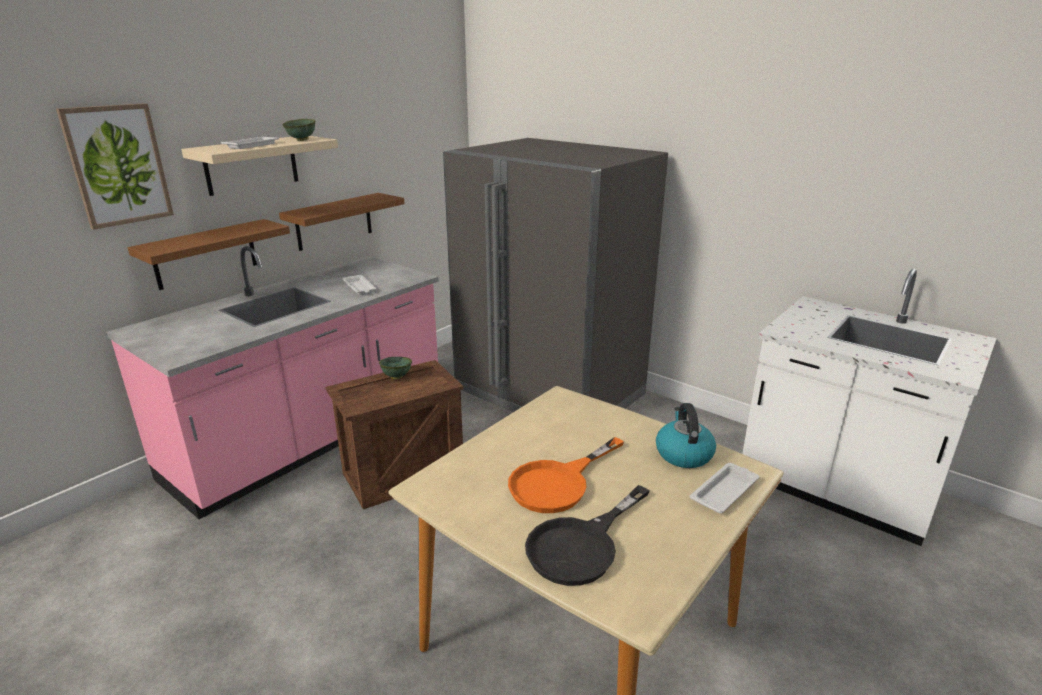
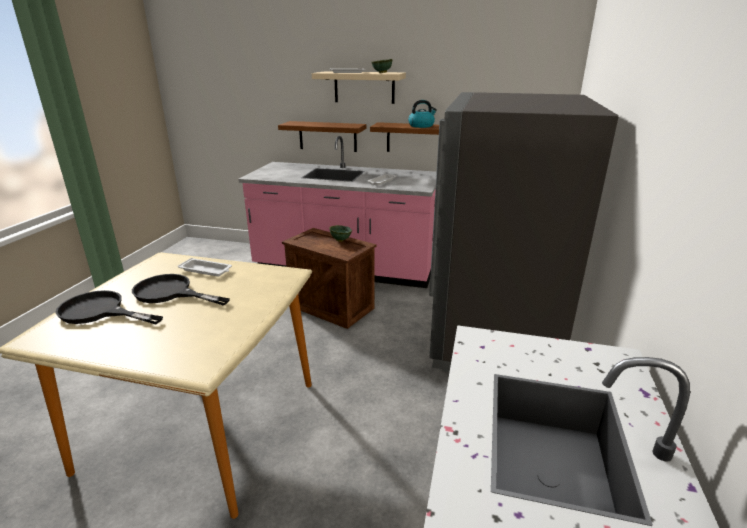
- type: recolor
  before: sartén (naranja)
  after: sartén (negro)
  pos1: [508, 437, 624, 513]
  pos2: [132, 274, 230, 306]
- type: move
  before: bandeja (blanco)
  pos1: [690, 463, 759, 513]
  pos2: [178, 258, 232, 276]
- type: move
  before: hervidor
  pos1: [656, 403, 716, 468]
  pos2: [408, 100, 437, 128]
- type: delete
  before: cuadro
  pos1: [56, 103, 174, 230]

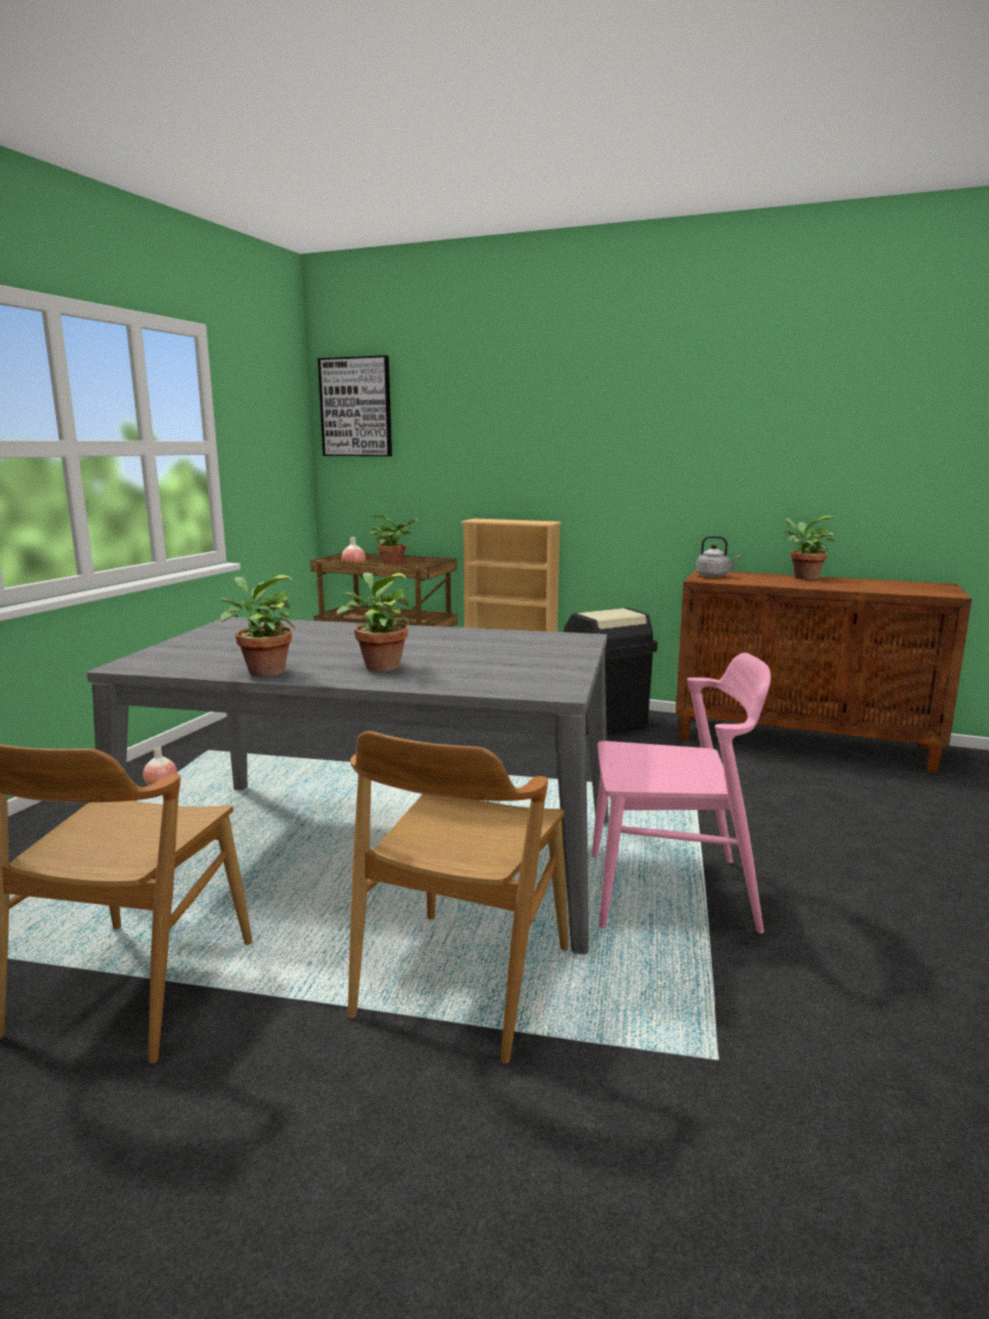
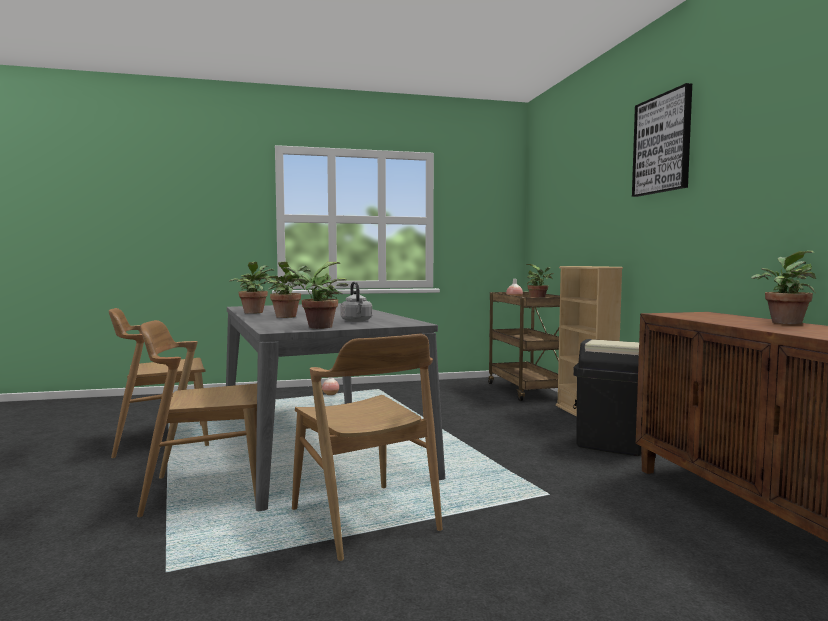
- type: insert
  after: planta en maceta
  pos2: [282, 262, 348, 329]
- type: recolor
  before: silla (rosa)
  after: silla (marrón)
  pos1: [592, 653, 771, 934]
  pos2: [292, 334, 443, 561]
- type: move
  before: hervidor (gris)
  pos1: [696, 536, 741, 578]
  pos2: [340, 282, 372, 322]
- type: move
  before: cuadro
  pos1: [318, 355, 392, 456]
  pos2: [632, 83, 692, 197]

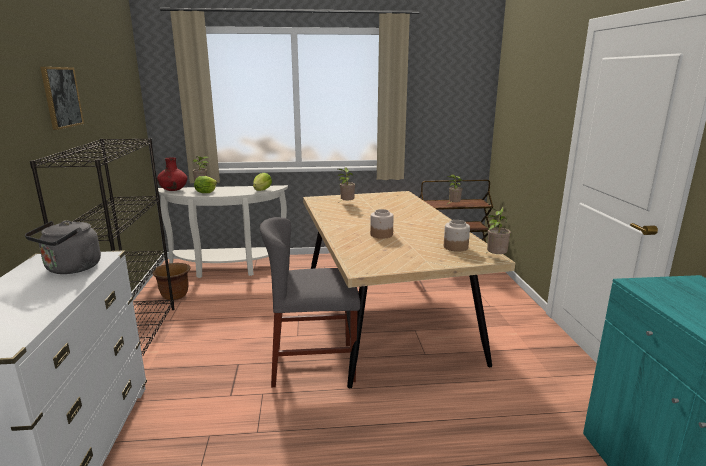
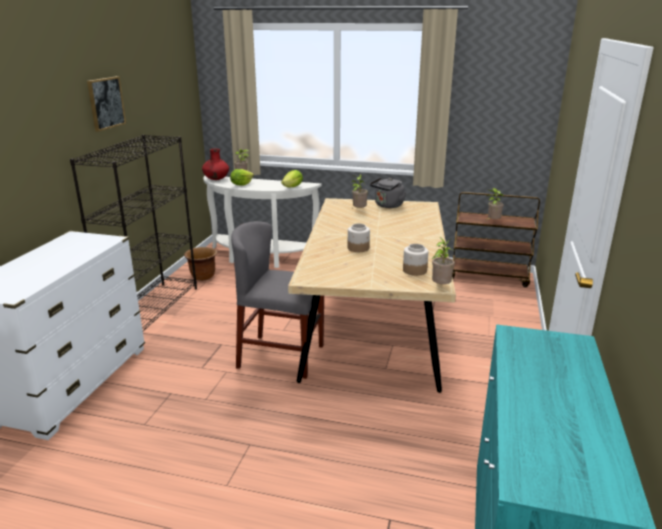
- type: move
  before: hervidor (gris)
  pos1: [25, 220, 101, 274]
  pos2: [370, 177, 406, 208]

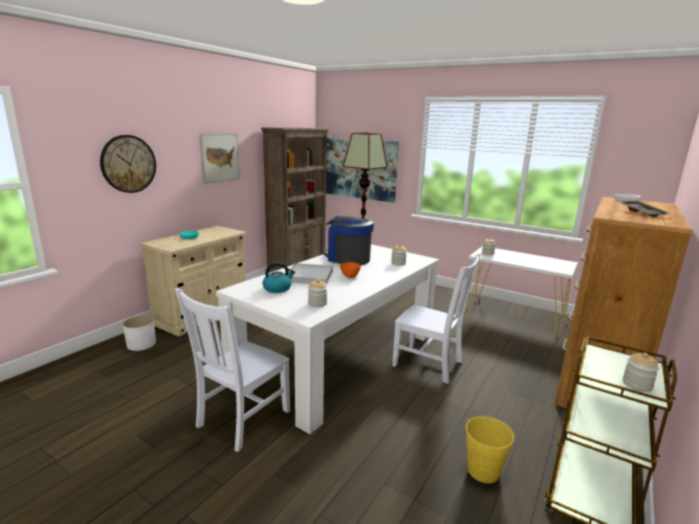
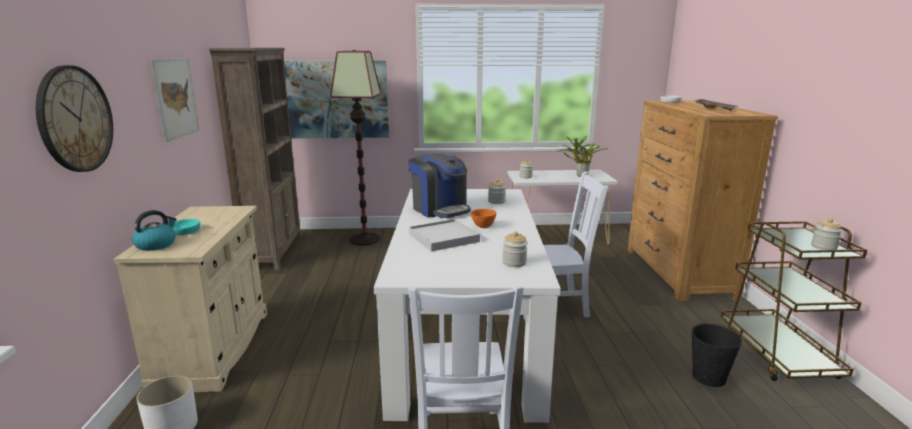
- type: move
  before: hervidor
  pos1: [262, 263, 295, 293]
  pos2: [132, 210, 177, 251]
- type: rotate
  before: cafetera
  pos1: [323, 216, 374, 265]
  pos2: [408, 153, 471, 218]
  turn: -135
- type: insert
  after: planta en maceta
  pos2: [557, 135, 608, 177]
- type: recolor
  before: cubo (amarillo)
  after: cubo (negro)
  pos1: [466, 416, 514, 483]
  pos2: [692, 323, 742, 387]

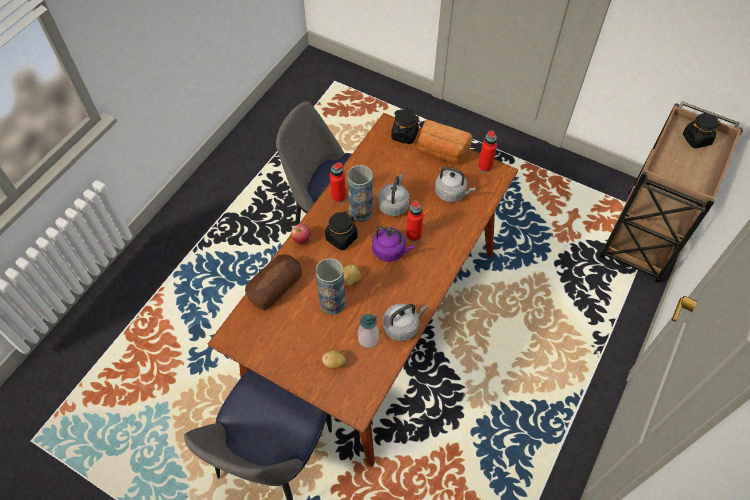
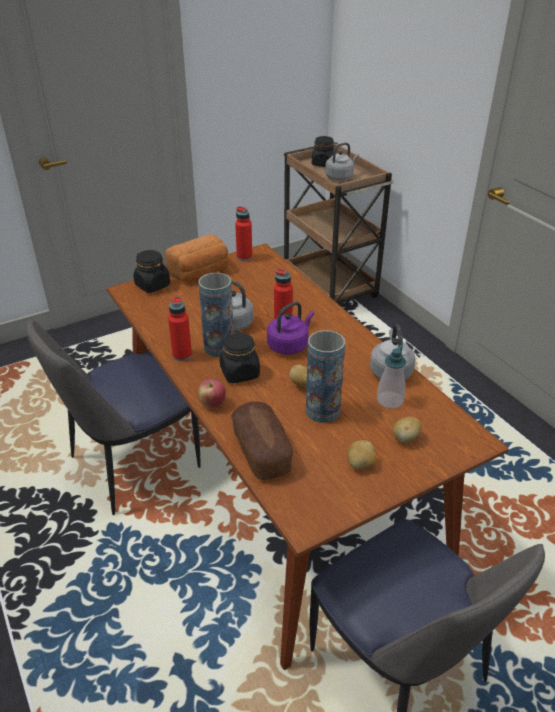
- type: move
  before: hervidor (gris)
  pos1: [435, 167, 476, 202]
  pos2: [325, 142, 359, 180]
- type: insert
  after: patata
  pos2: [347, 441, 377, 469]

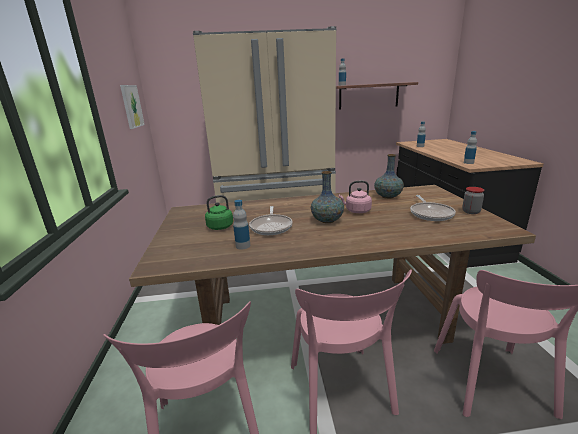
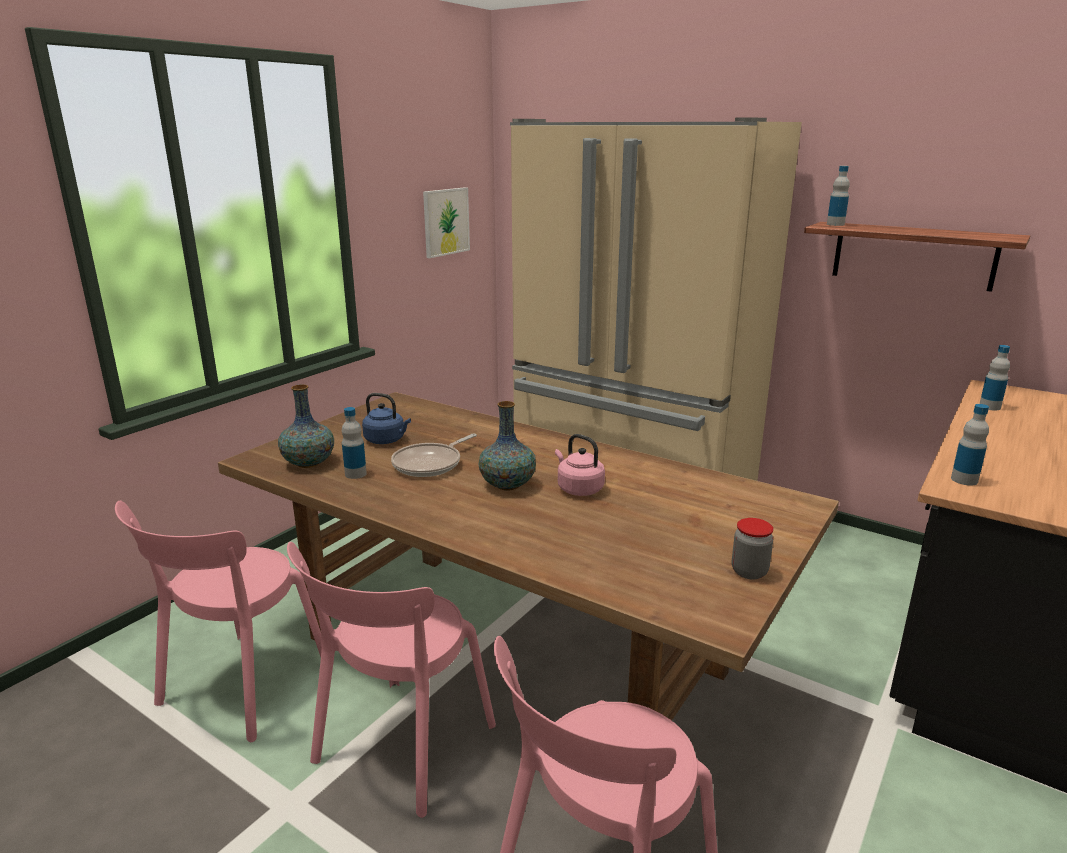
- type: move
  before: florero
  pos1: [374, 154, 404, 199]
  pos2: [278, 384, 334, 468]
- type: recolor
  before: hervidor (verde)
  after: hervidor (azul)
  pos1: [205, 195, 236, 230]
  pos2: [362, 393, 411, 444]
- type: delete
  before: sartén
  pos1: [410, 195, 456, 221]

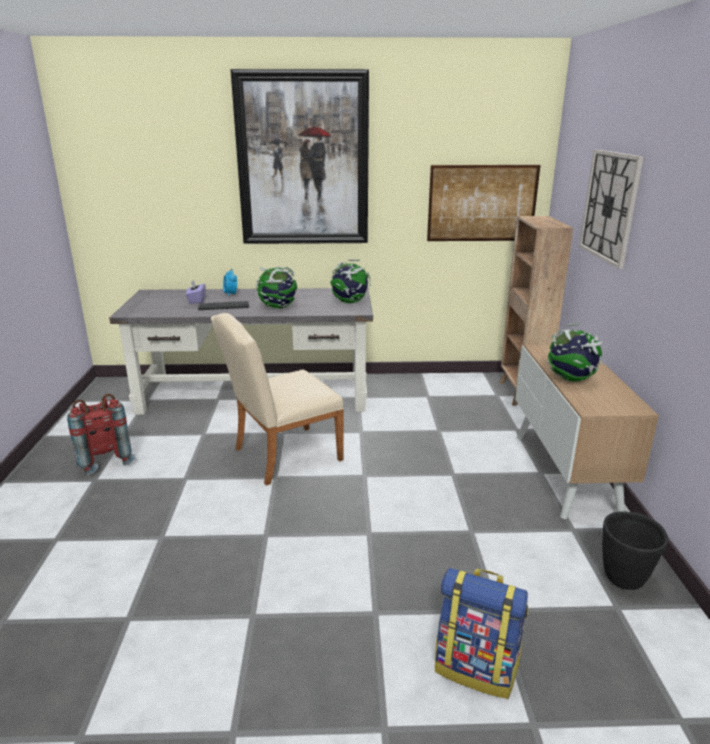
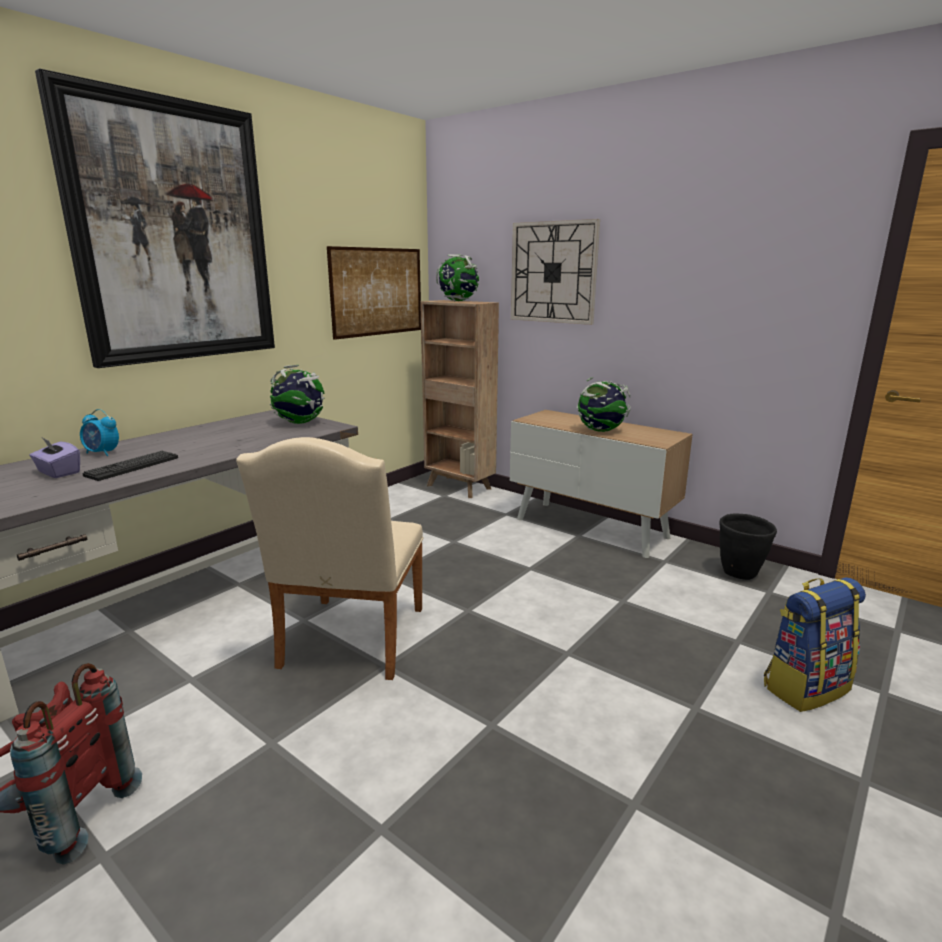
- type: move
  before: globo terráqueo
  pos1: [256, 267, 297, 309]
  pos2: [436, 255, 480, 301]

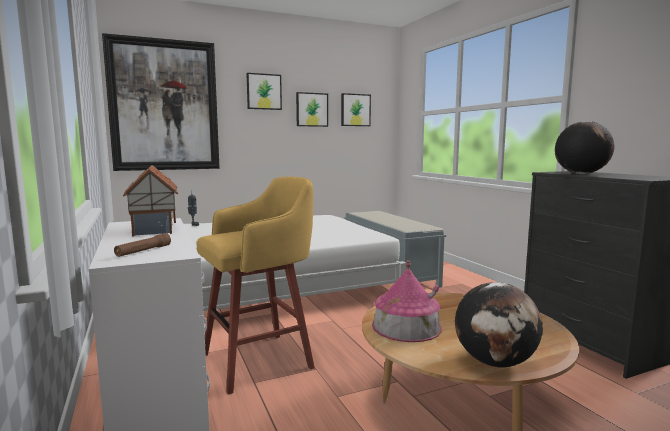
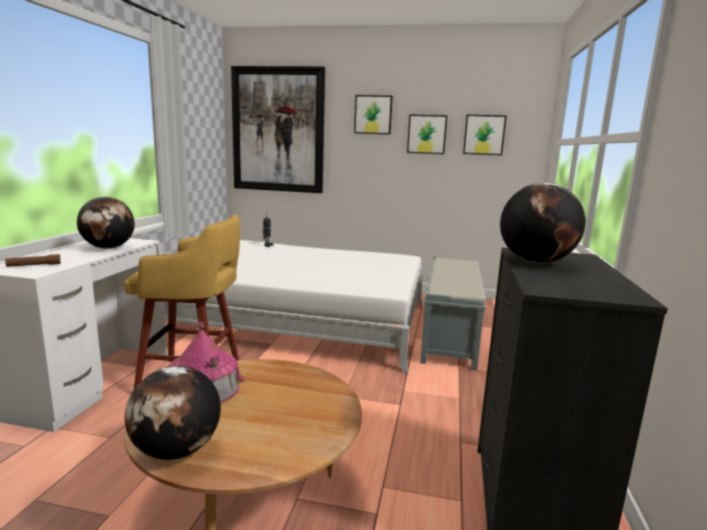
- type: replace
  before: casita
  after: globo terráqueo
  pos1: [123, 165, 178, 236]
  pos2: [77, 197, 135, 249]

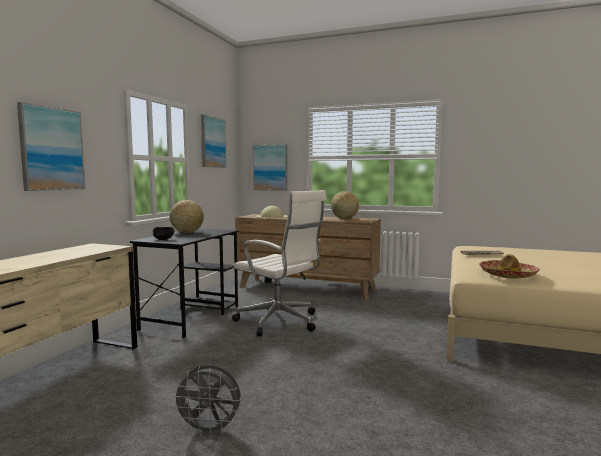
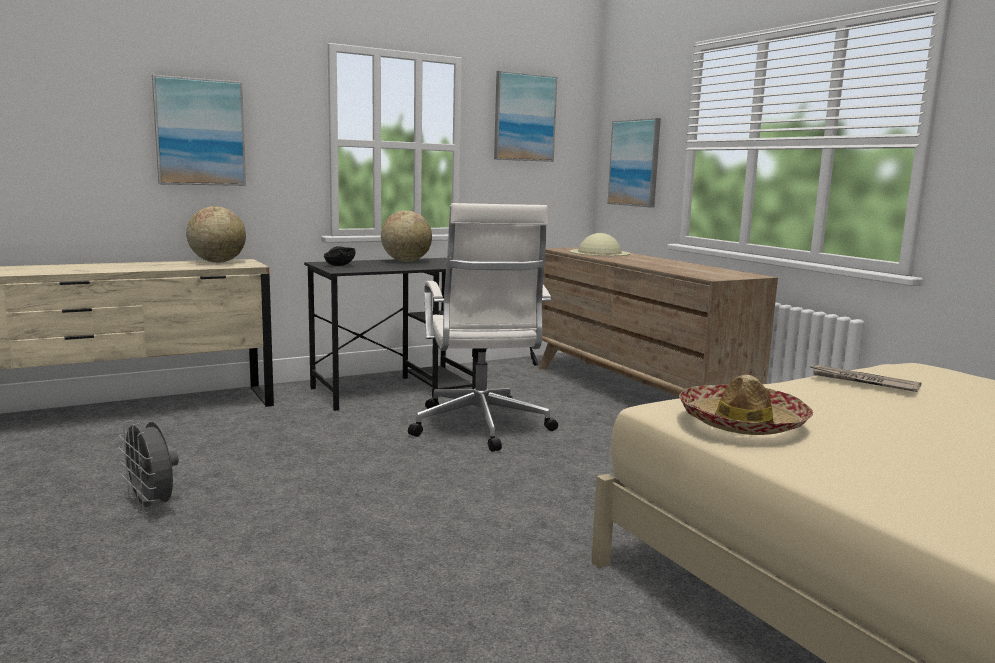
- type: move
  before: globo terráqueo
  pos1: [331, 191, 359, 219]
  pos2: [186, 206, 246, 263]

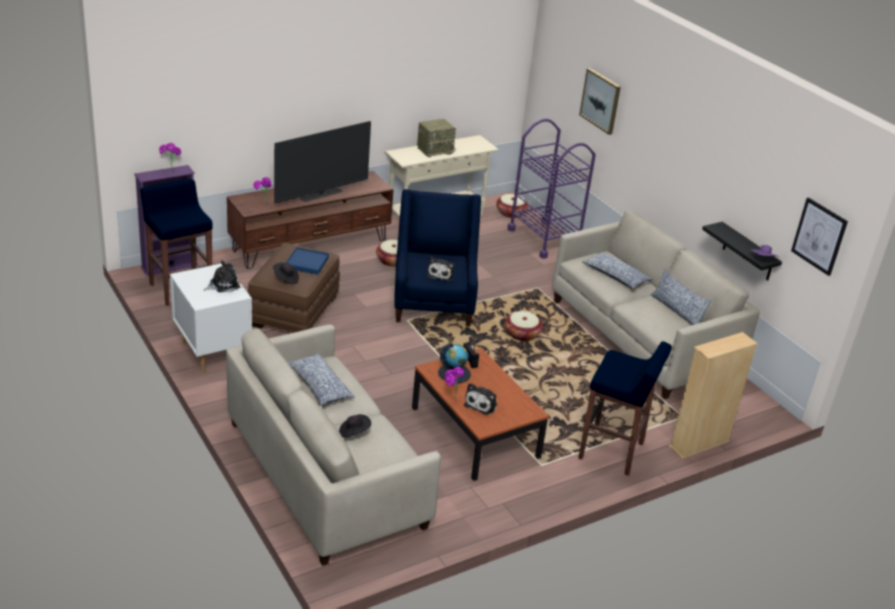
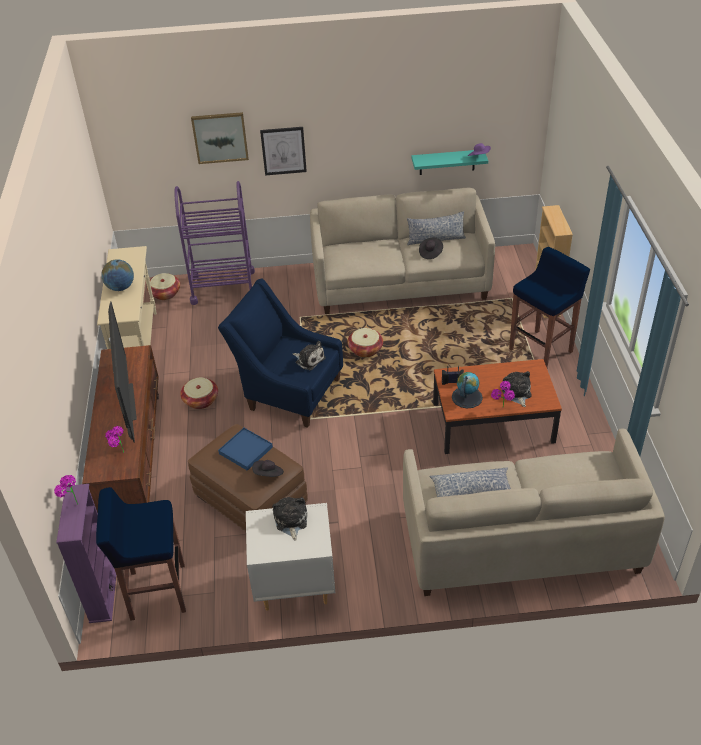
- type: replace
  before: radio
  after: globo terráqueo
  pos1: [417, 118, 456, 157]
  pos2: [101, 259, 134, 291]
- type: move
  before: cuadro
  pos1: [791, 197, 848, 276]
  pos2: [260, 127, 307, 176]
- type: recolor
  before: estante (negro)
  after: estante (turquesa)
  pos1: [702, 222, 782, 281]
  pos2: [411, 150, 488, 175]
- type: move
  before: sombrero (negro)
  pos1: [339, 414, 371, 437]
  pos2: [419, 237, 443, 259]
- type: rotate
  before: peluche
  pos1: [464, 383, 497, 415]
  pos2: [502, 371, 532, 407]
  turn: -150
- type: delete
  before: cojín
  pos1: [582, 252, 653, 289]

